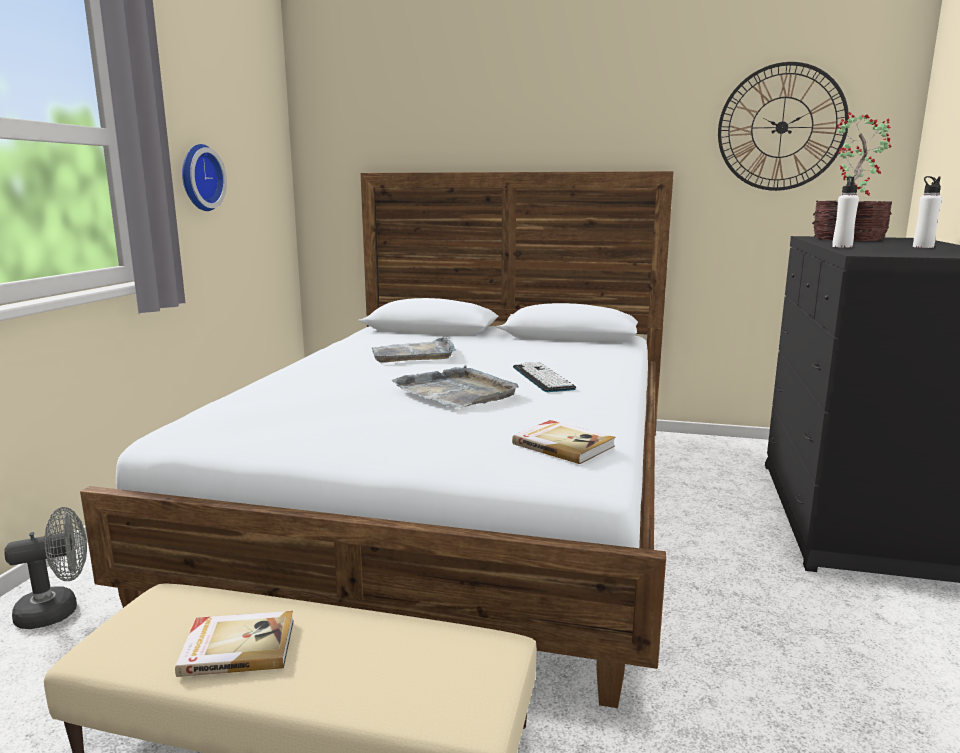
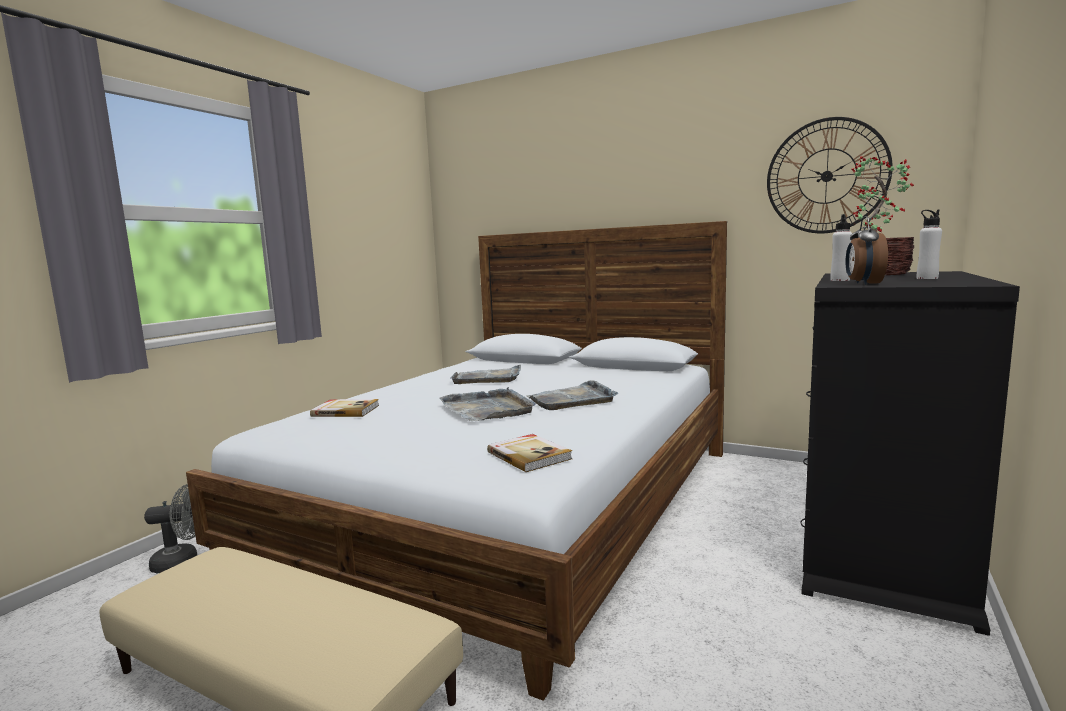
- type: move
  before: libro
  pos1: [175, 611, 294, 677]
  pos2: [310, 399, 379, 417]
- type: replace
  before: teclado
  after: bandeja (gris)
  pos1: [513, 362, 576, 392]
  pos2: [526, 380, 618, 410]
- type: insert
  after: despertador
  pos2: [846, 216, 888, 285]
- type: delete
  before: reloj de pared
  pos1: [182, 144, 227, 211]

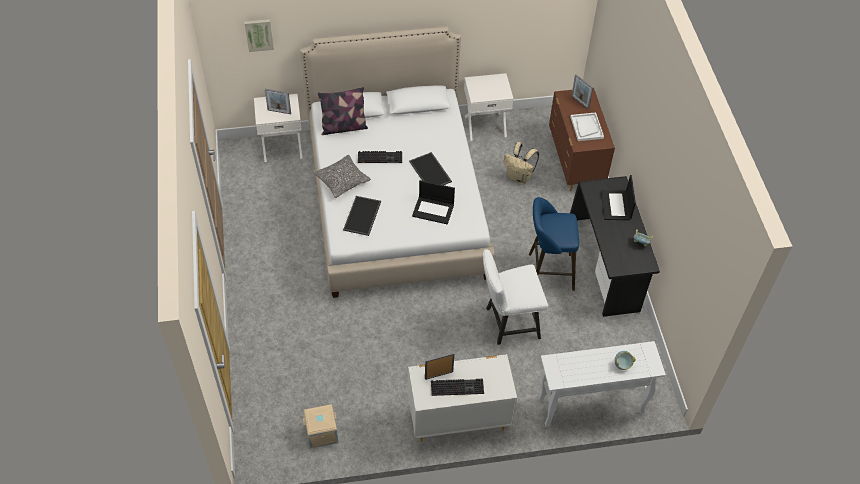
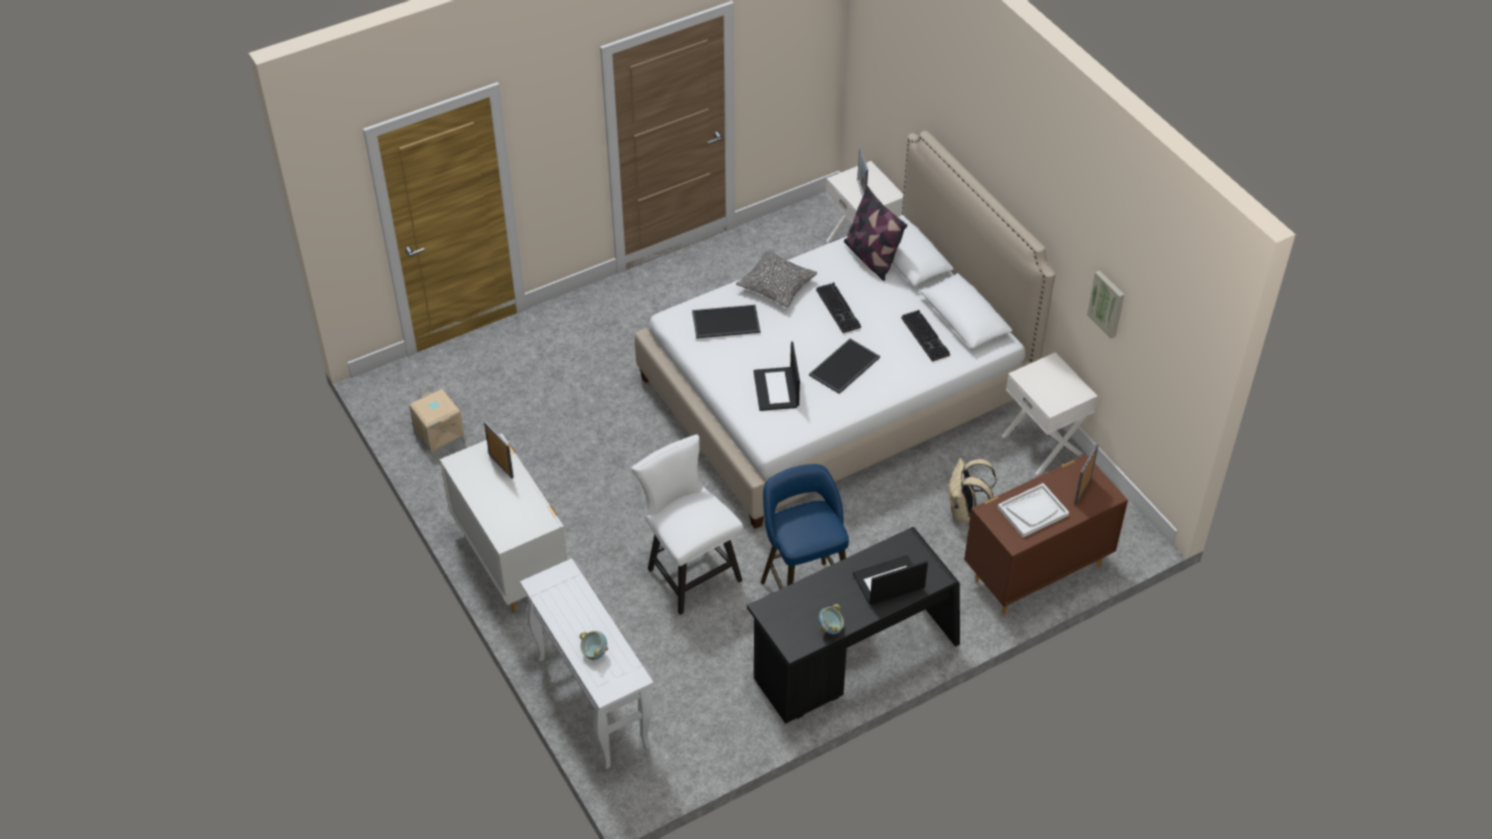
- type: move
  before: teclado
  pos1: [431, 379, 484, 396]
  pos2: [901, 310, 950, 362]
- type: move
  before: cuadro
  pos1: [244, 19, 274, 52]
  pos2: [1087, 270, 1125, 339]

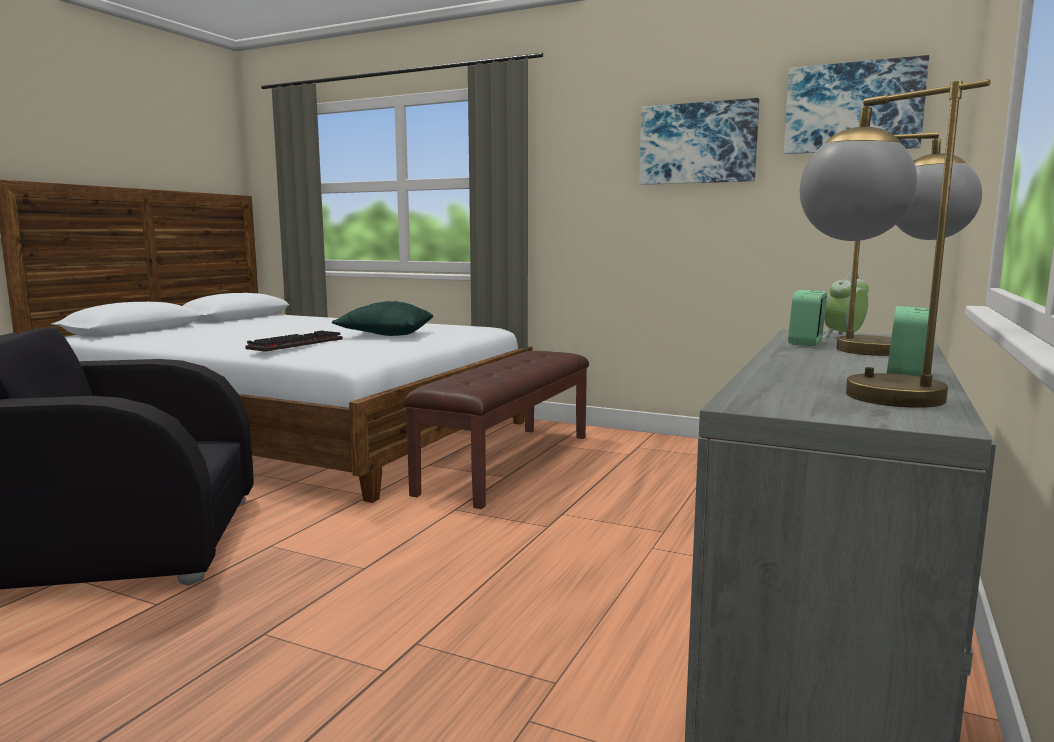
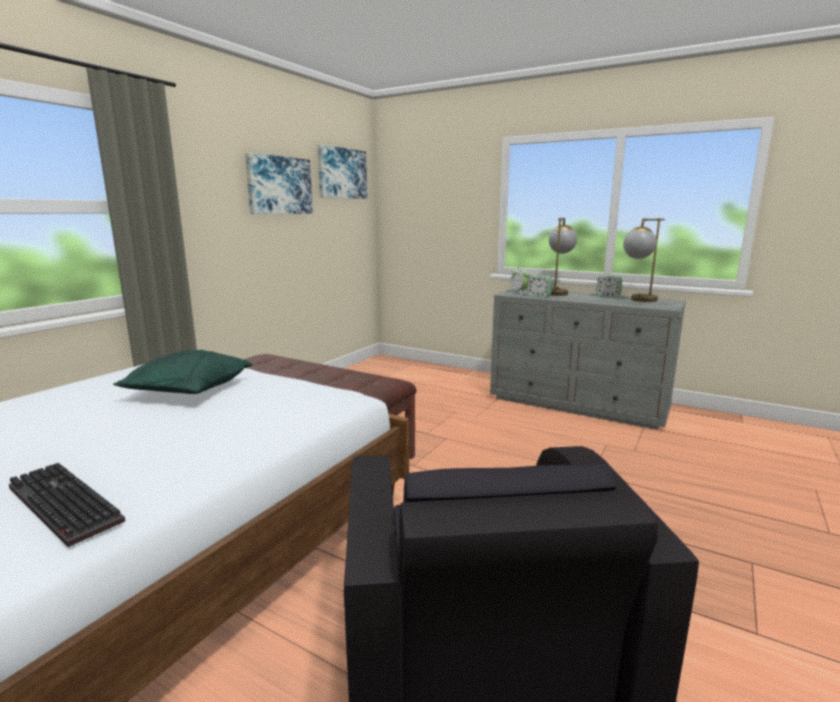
- type: move
  before: teclado
  pos1: [245, 330, 343, 352]
  pos2: [9, 463, 125, 547]

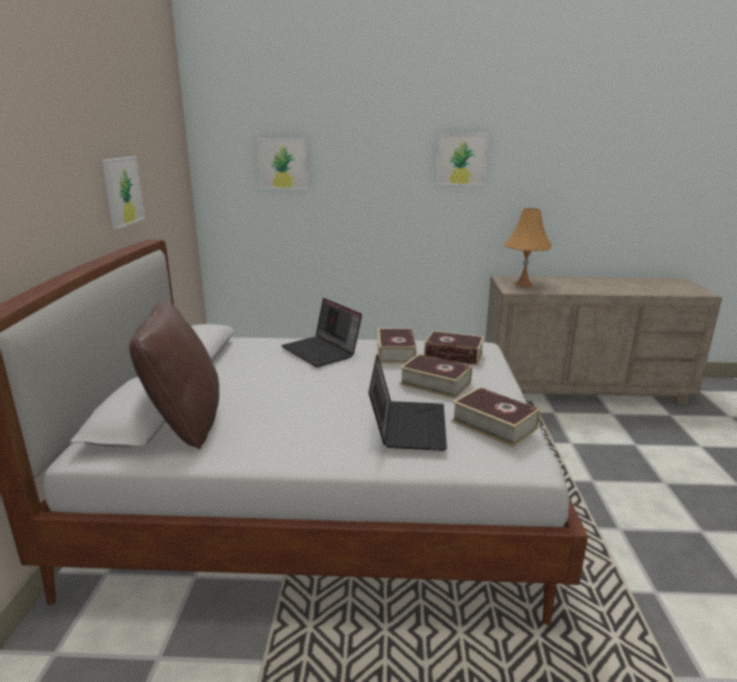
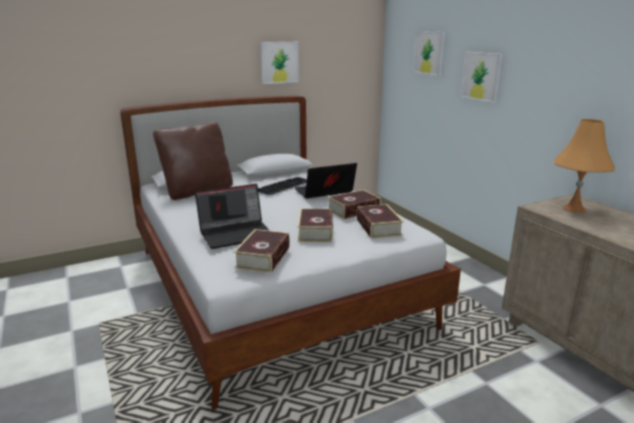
- type: insert
  after: teclado
  pos2: [258, 177, 307, 195]
- type: rotate
  before: portátil
  pos1: [281, 298, 362, 367]
  pos2: [294, 163, 357, 198]
  turn: 45
- type: move
  before: cuadro
  pos1: [436, 133, 489, 185]
  pos2: [461, 52, 503, 103]

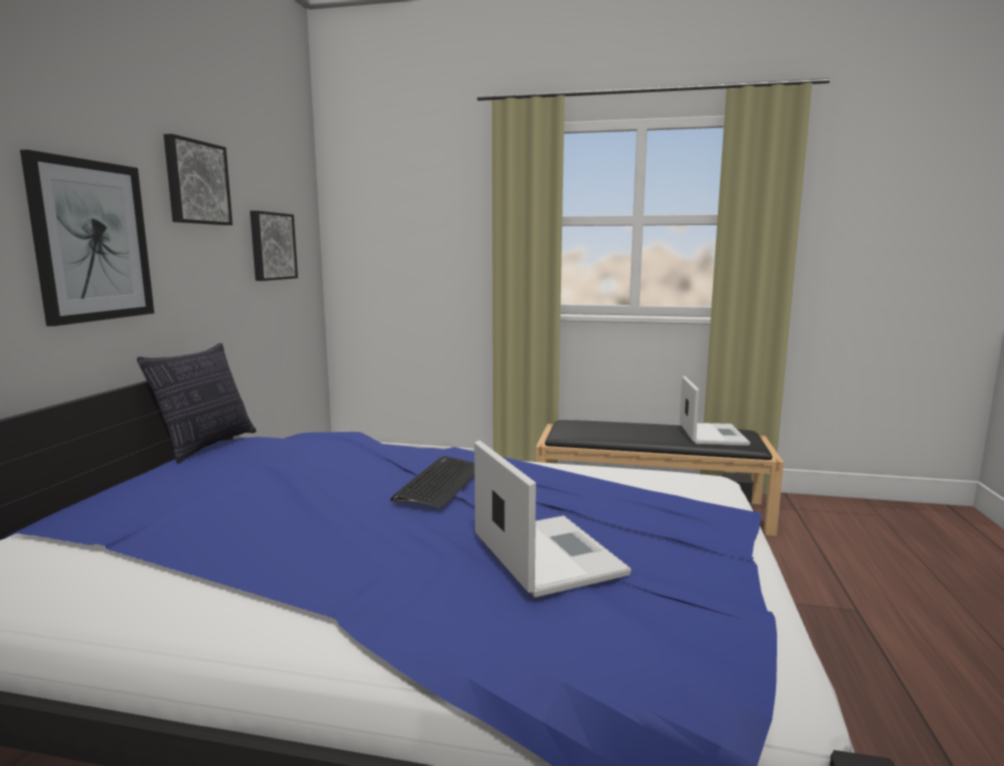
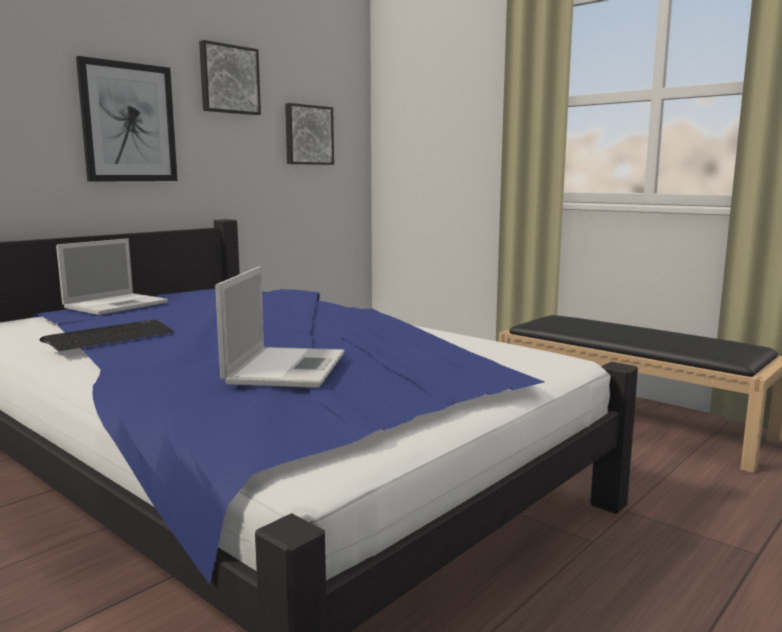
- type: move
  before: teclado
  pos1: [390, 456, 475, 508]
  pos2: [40, 320, 174, 351]
- type: move
  before: portátil
  pos1: [679, 376, 750, 446]
  pos2: [56, 238, 168, 315]
- type: delete
  before: cojín
  pos1: [137, 343, 256, 464]

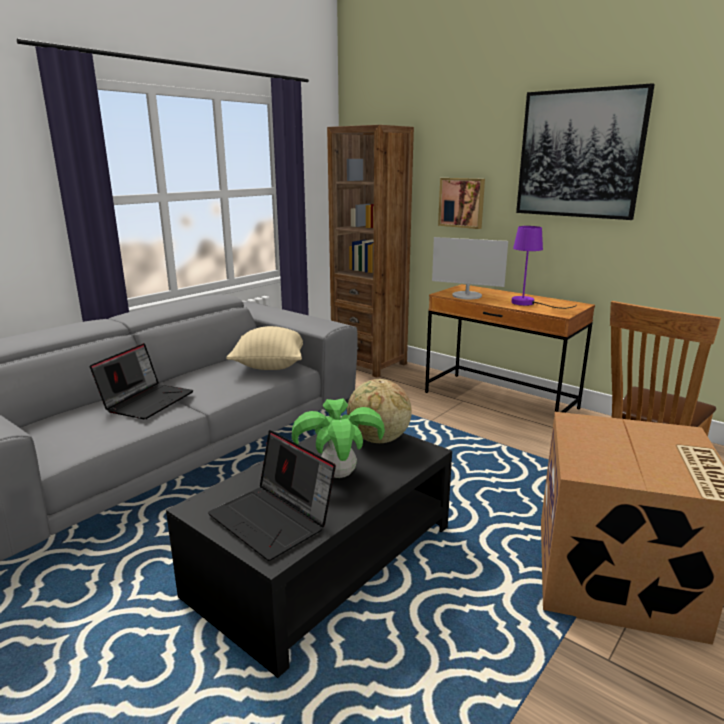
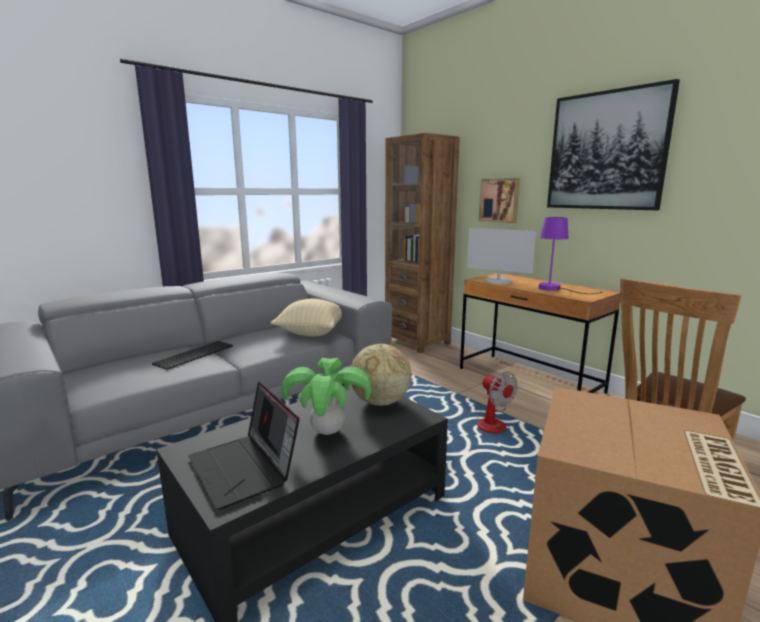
- type: replace
  before: portátil
  after: teclado
  pos1: [90, 343, 194, 419]
  pos2: [152, 341, 233, 370]
- type: insert
  after: ventilador
  pos2: [477, 372, 518, 433]

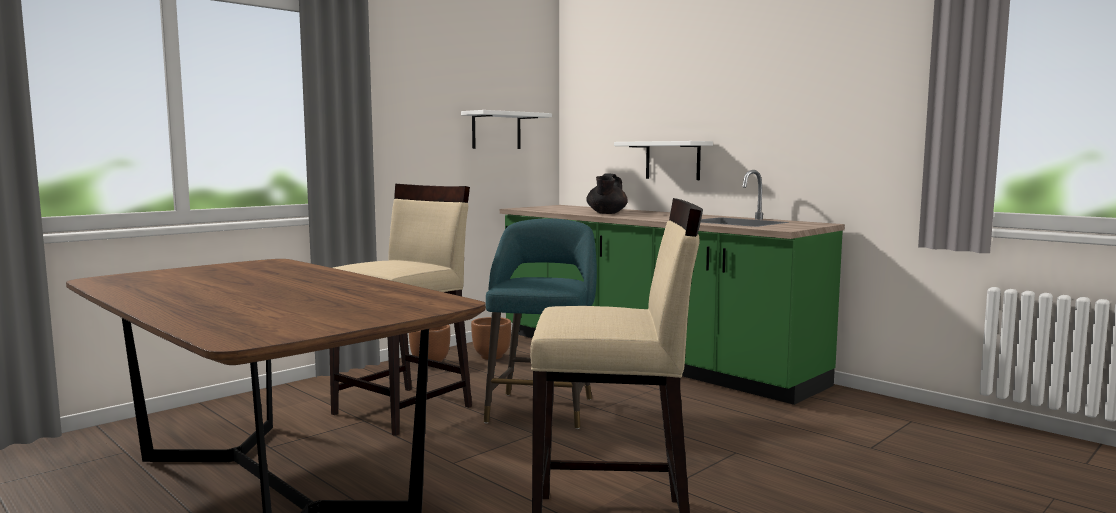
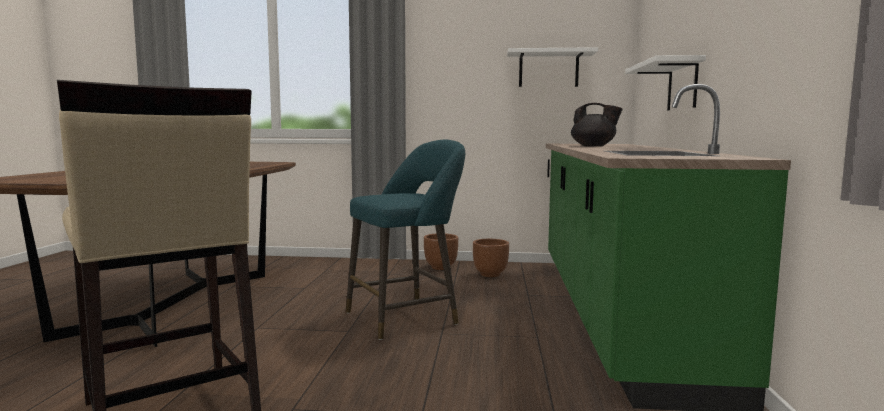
- type: rotate
  before: tetera (negro)
  pos1: [586, 173, 628, 214]
  pos2: [571, 103, 623, 146]
  turn: -135
- type: delete
  before: taburete (beis)
  pos1: [329, 184, 472, 436]

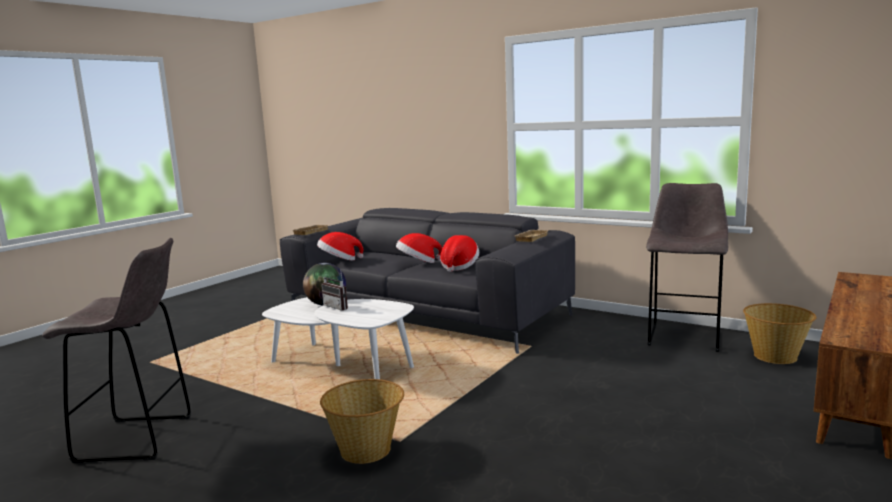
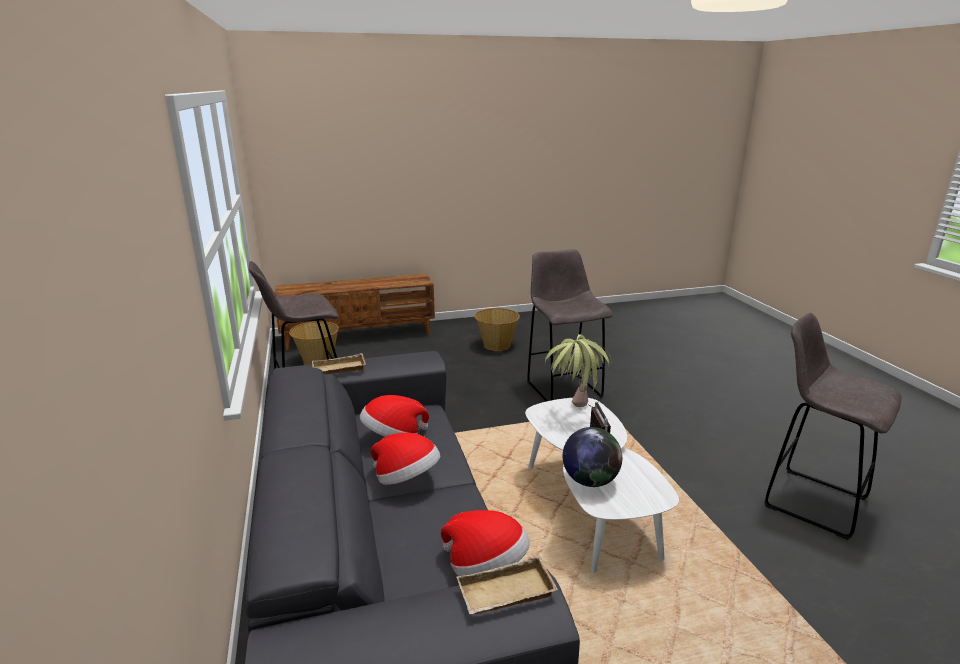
- type: move
  before: cesta
  pos1: [320, 379, 404, 464]
  pos2: [474, 308, 520, 351]
- type: insert
  after: taburete (gris)
  pos2: [527, 249, 613, 401]
- type: insert
  after: planta en maceta
  pos2: [545, 334, 611, 407]

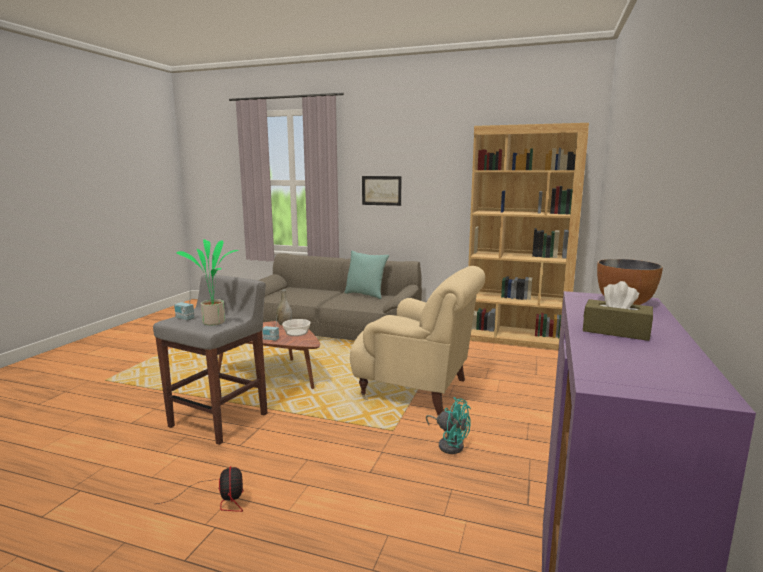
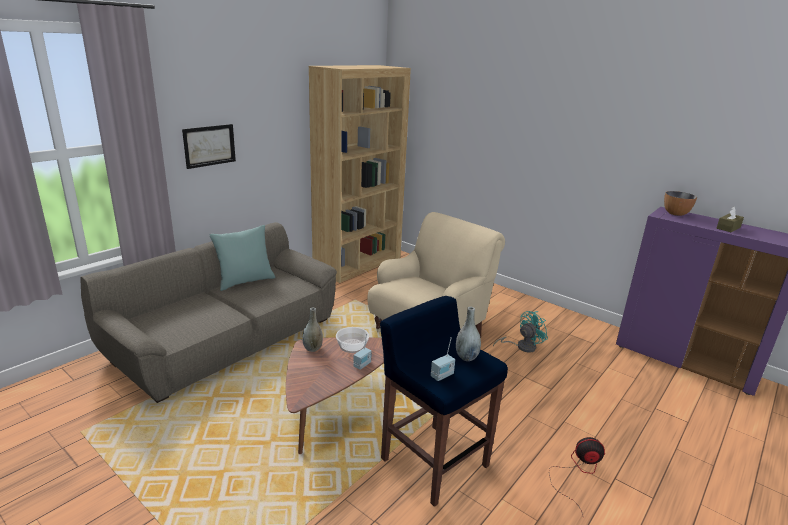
- type: recolor
  before: taburete (gris)
  after: taburete (azul)
  pos1: [153, 274, 268, 445]
  pos2: [380, 296, 508, 507]
- type: replace
  before: planta en maceta
  after: florero (gris)
  pos1: [177, 239, 238, 326]
  pos2: [456, 307, 481, 361]

